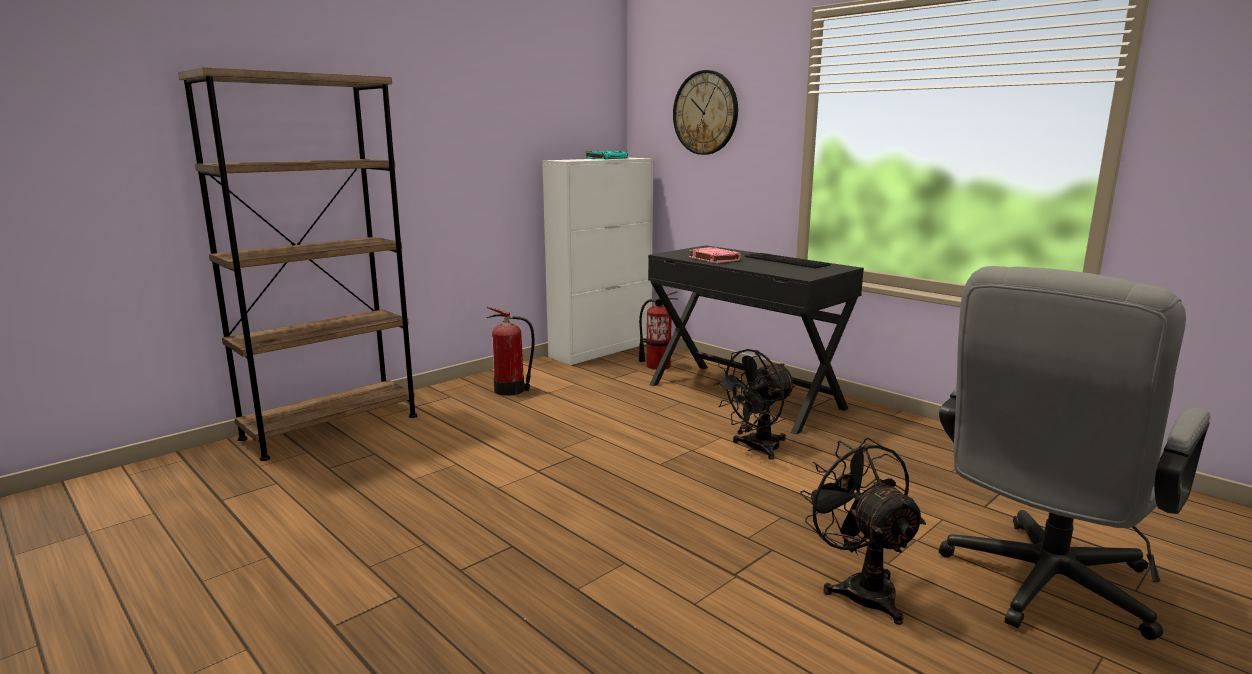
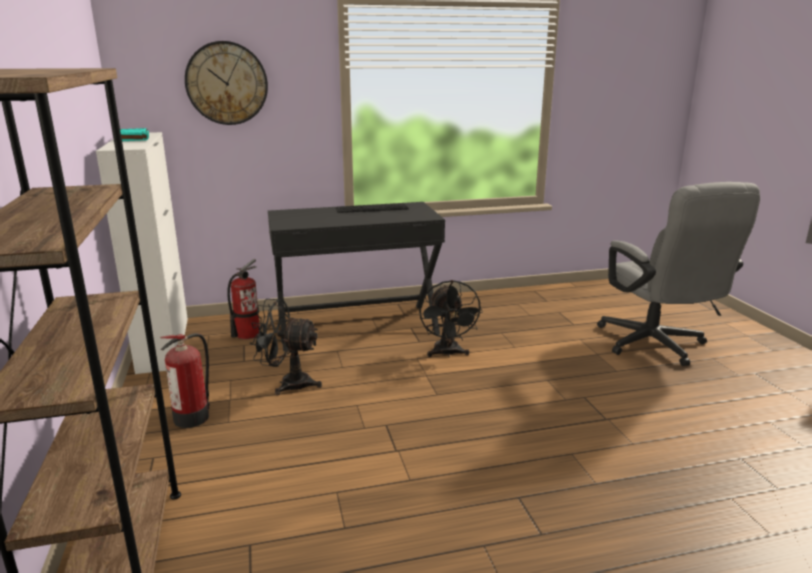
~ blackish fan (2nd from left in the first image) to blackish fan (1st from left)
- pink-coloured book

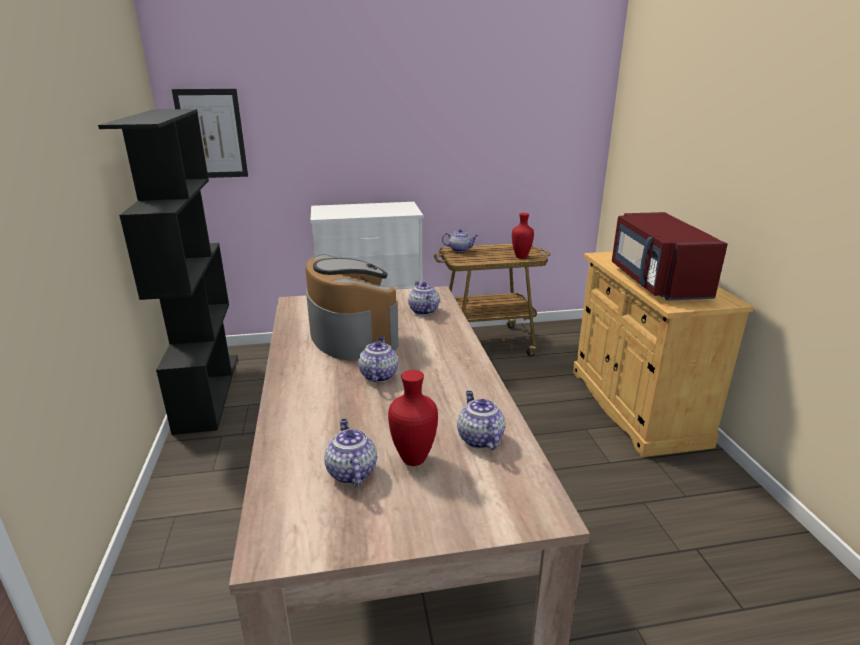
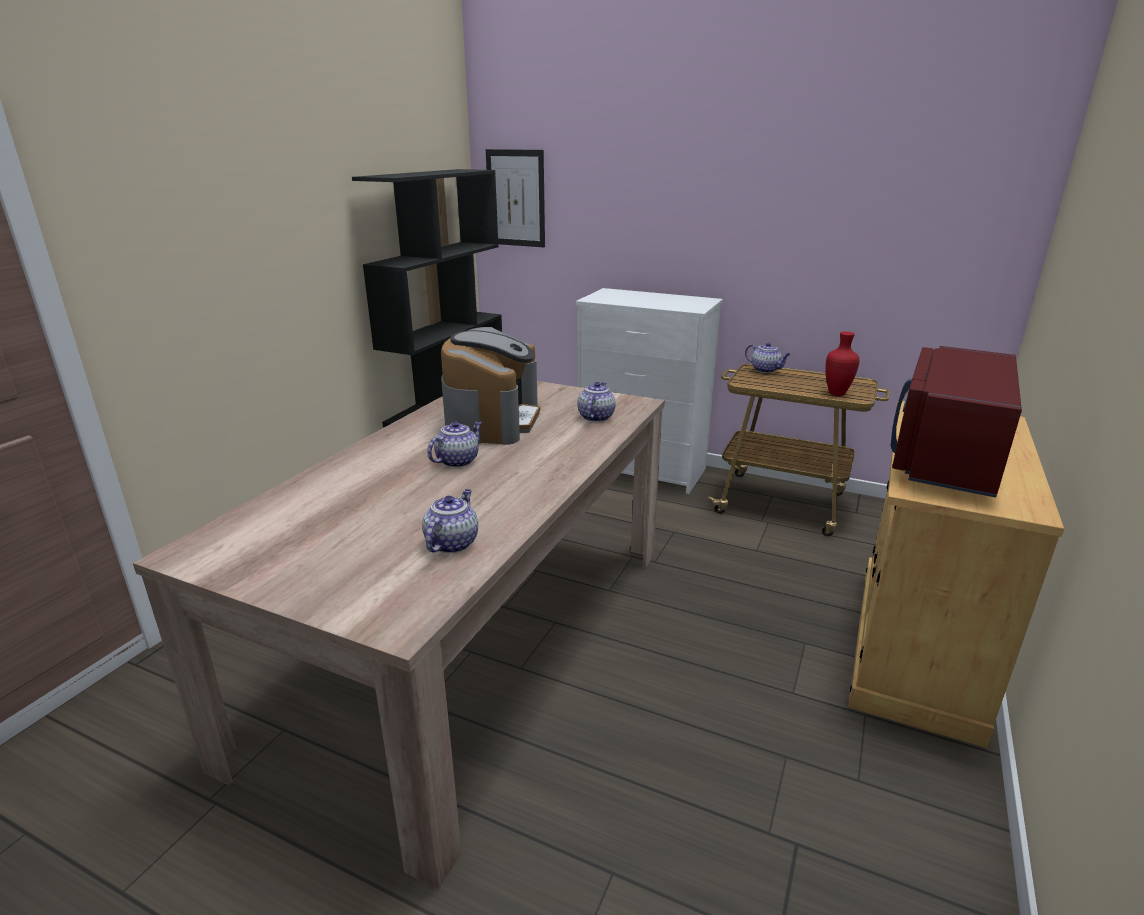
- tea pot (1st from left)
- red-coloured vase (1st from left)

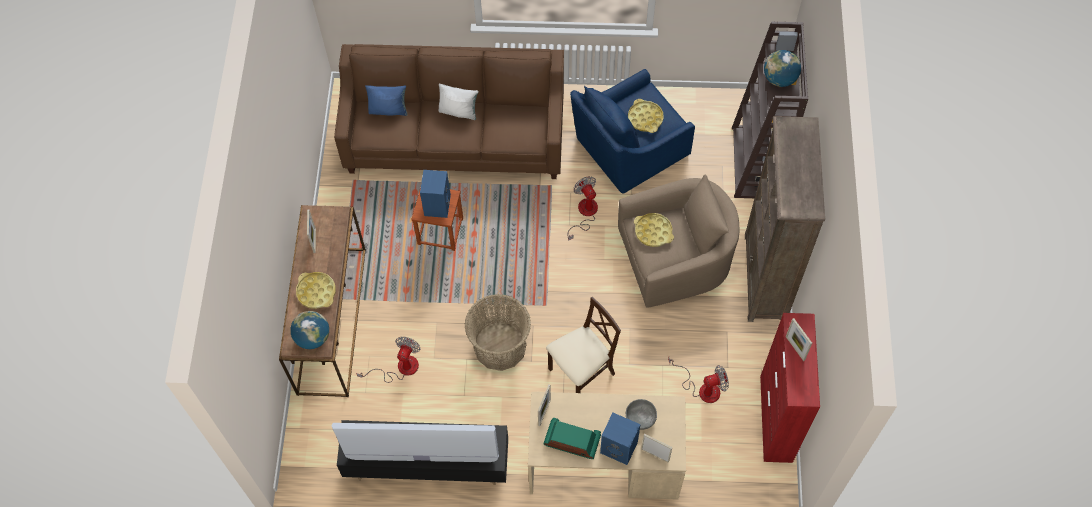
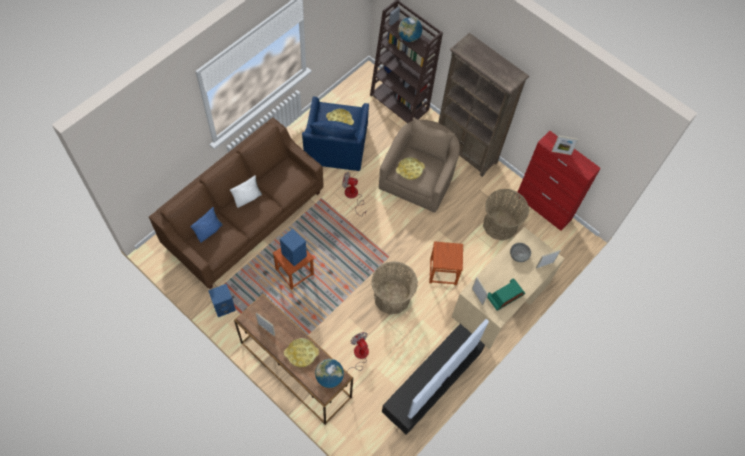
~ blue audio speaker (2nd from left in the first image) to blue audio speaker (1st from left)
~ beige-coloured upright chair to brown-coloured sitting stool (2nd from left)
~ fan (3rd from left) to household basket (2nd from left)

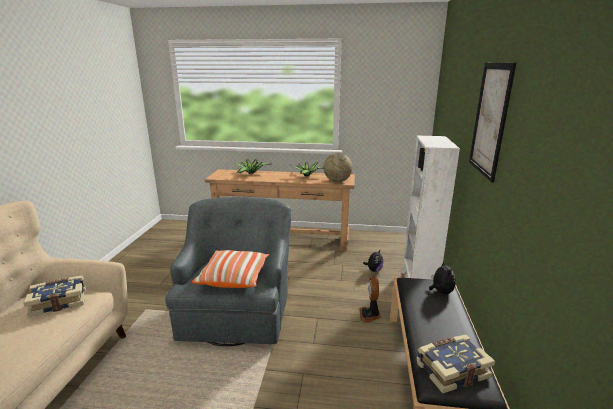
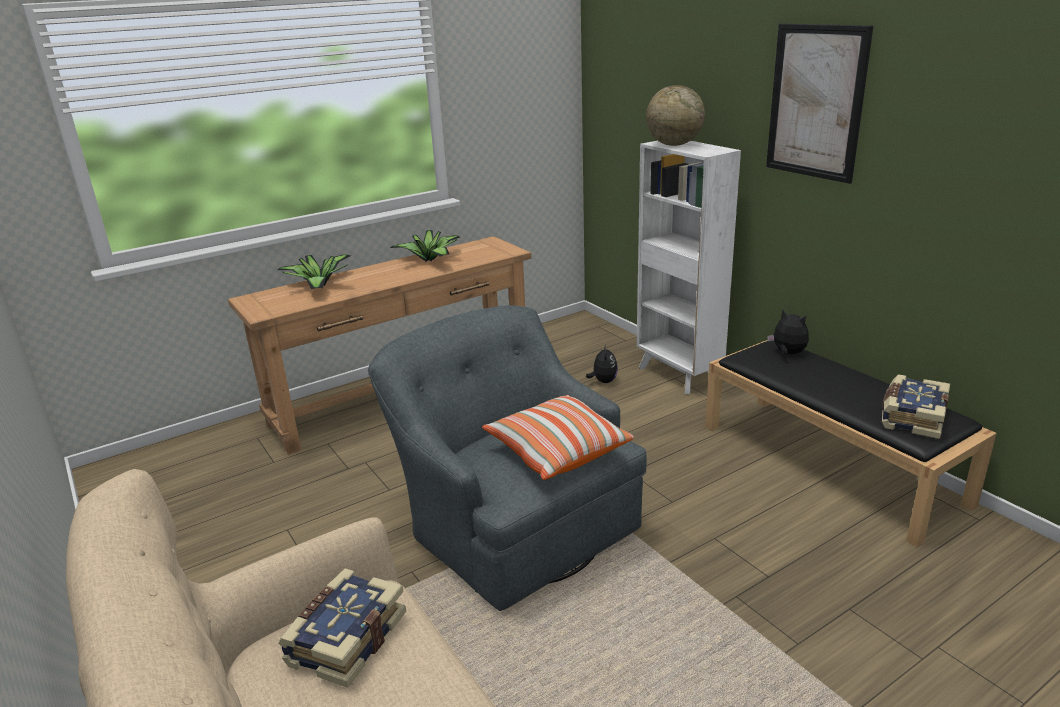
~ globe
- fan

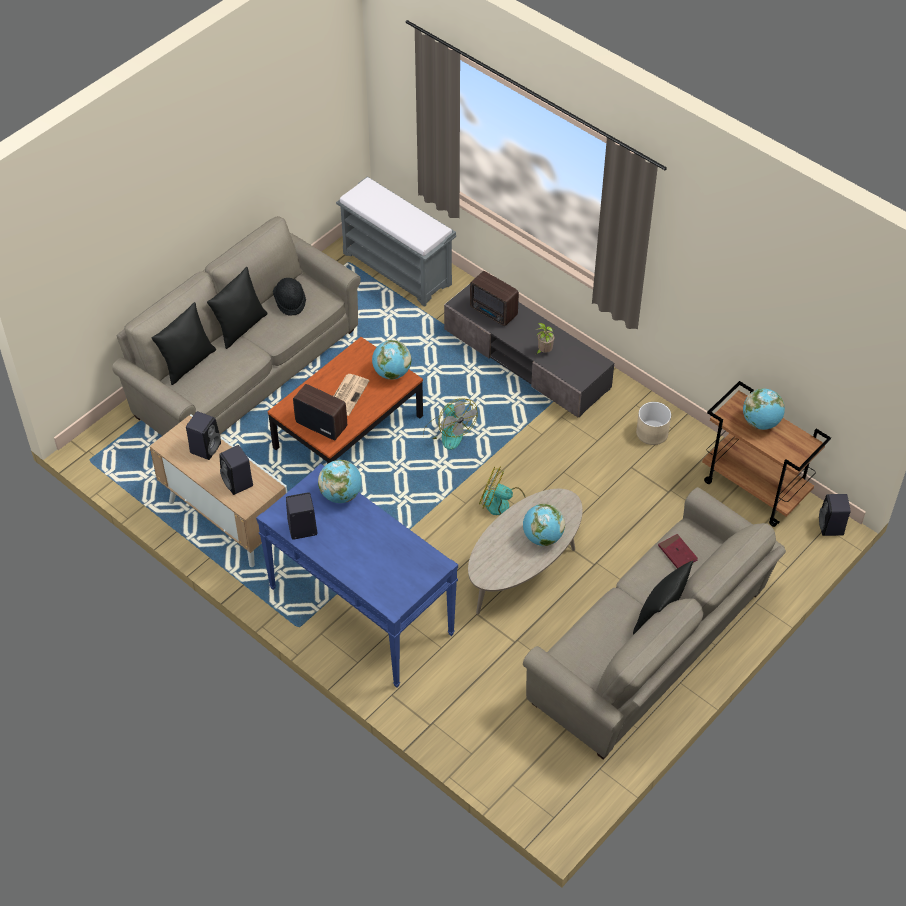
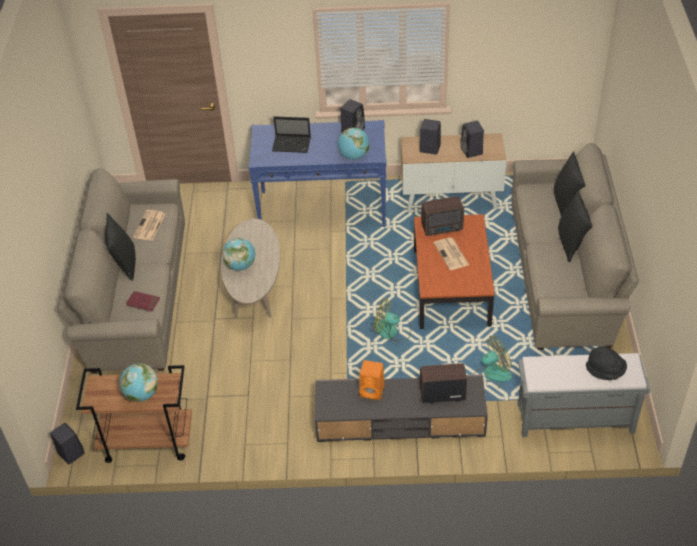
+ daily paper (1st from left)
+ notebook computer
~ potted plant to orange audio speaker
~ fan (2nd from left)
~ blackish wearable hat
- globe (2nd from left)
- beige-coloured planter

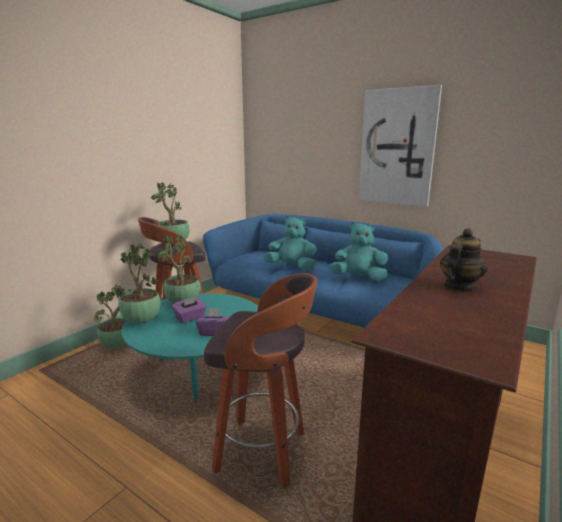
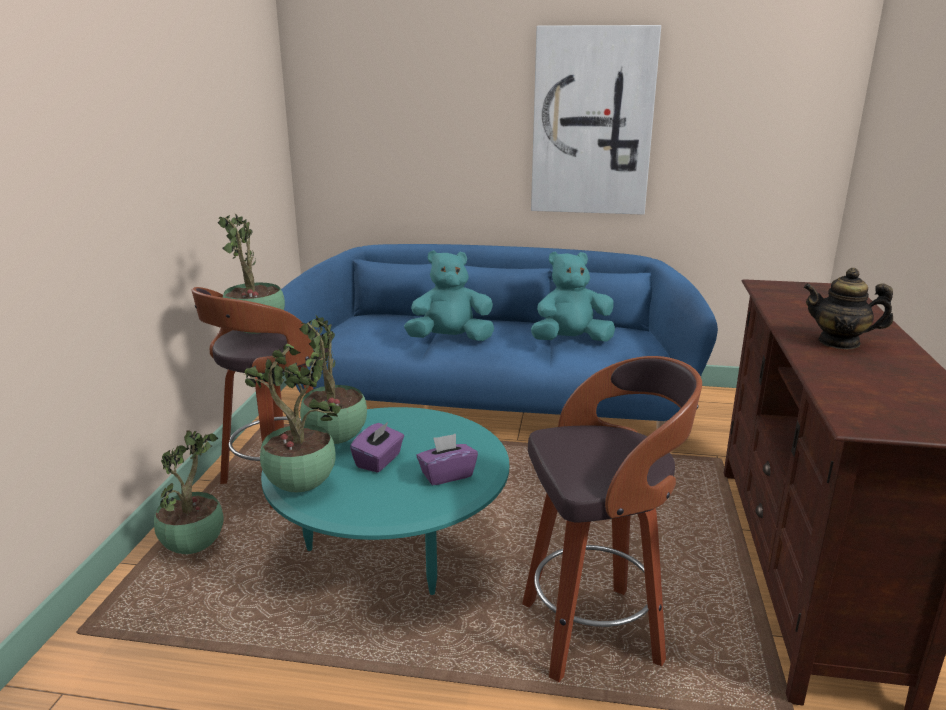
~ tea pot 90 degrees counterclockwise

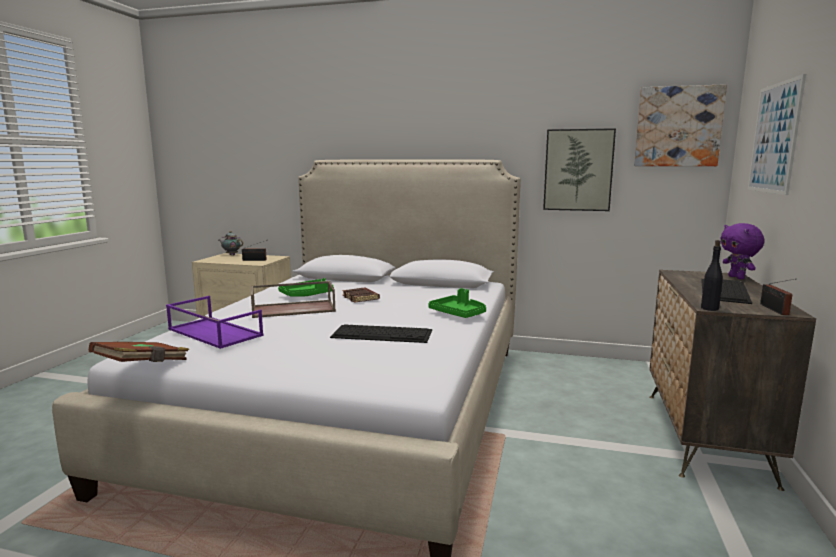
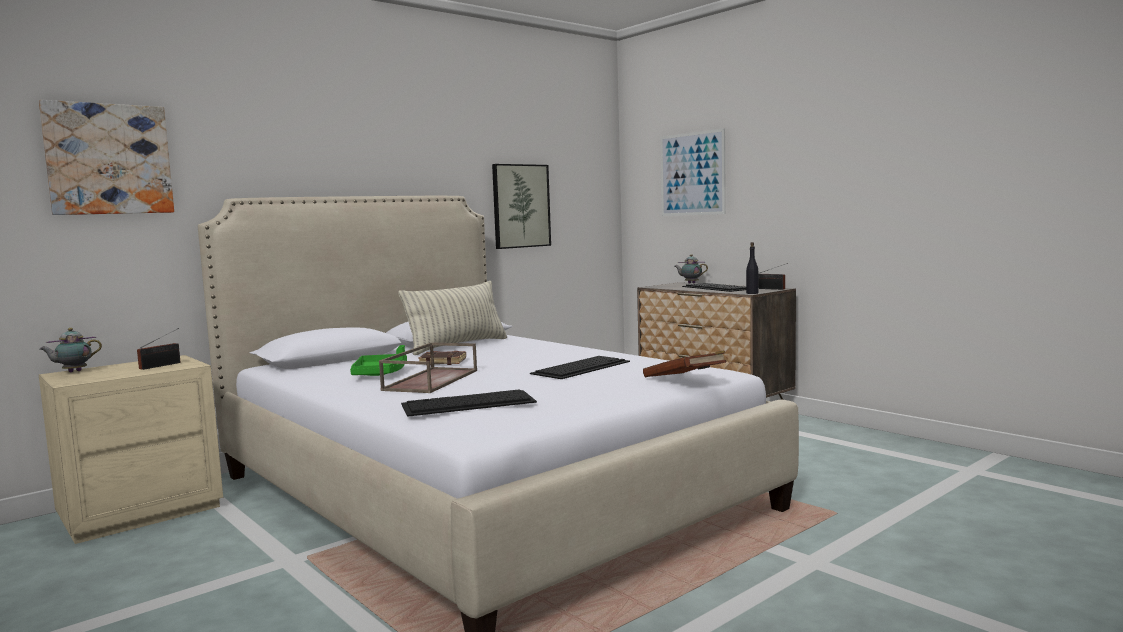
~ wall picture (2nd from left in the first image) to wall picture (1st from left)
+ cushion
~ purple-coloured tray to keyboard (1st from left)
~ brown-coloured book (1st from left in the first image) to brown-coloured book (2nd from left)
~ purple-coloured plush toy to tea pot (2nd from left)
- green tray (2nd from left)

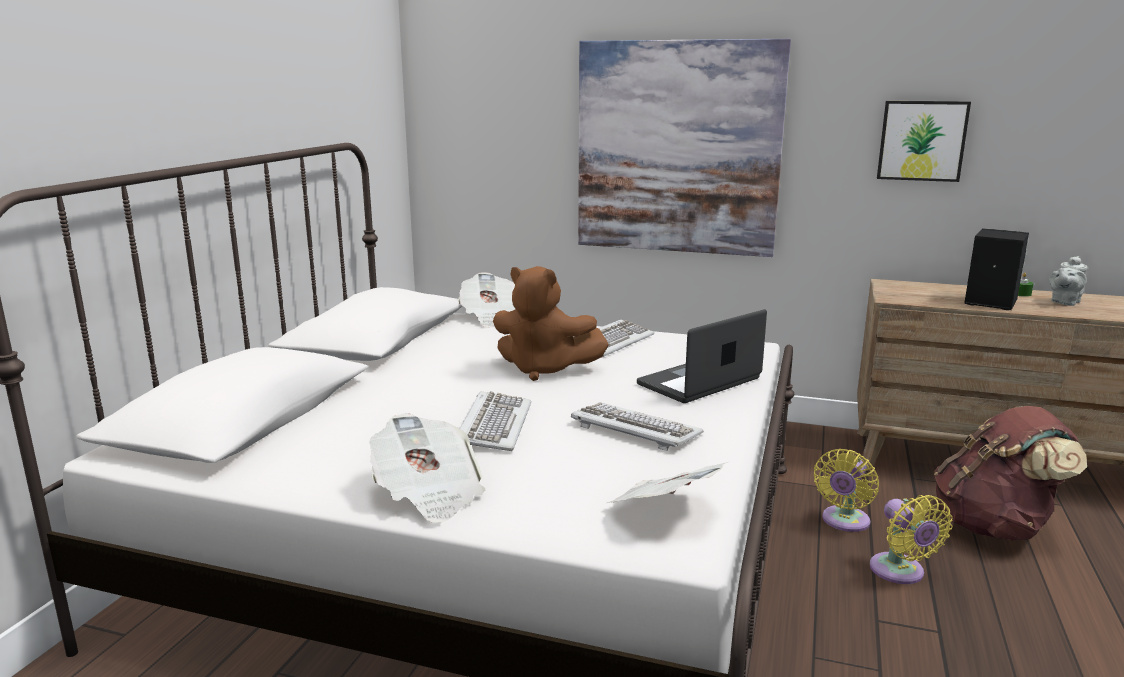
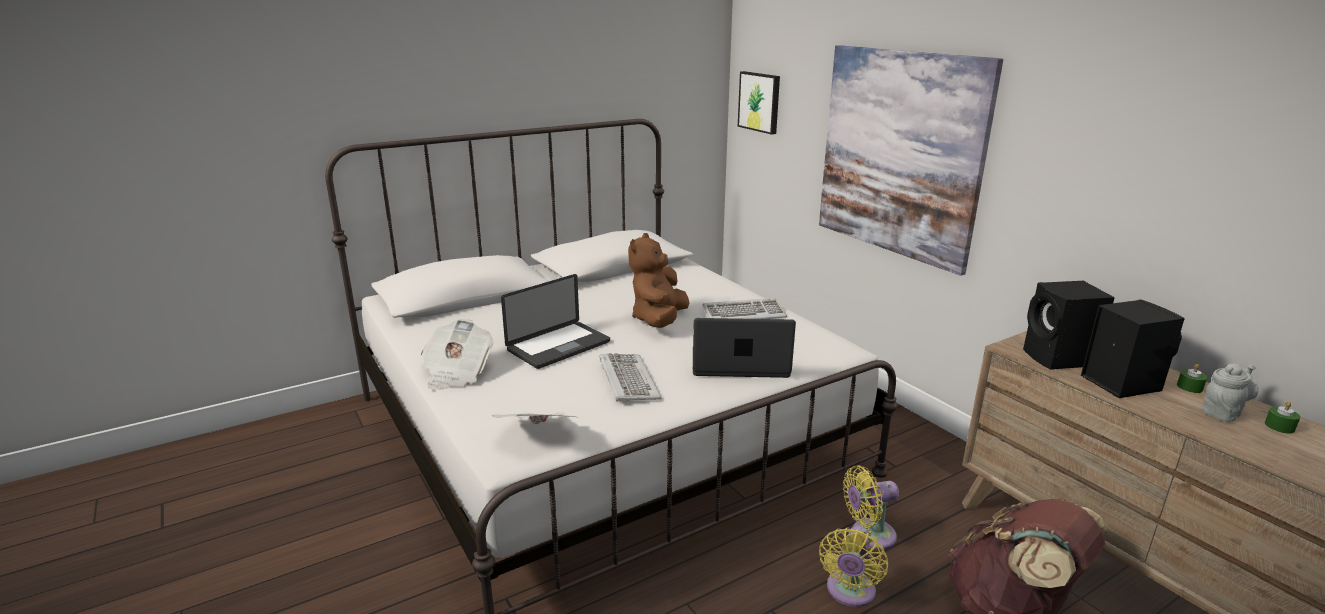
~ keyboard (1st from left) to notebook computer (1st from left)
~ brown-coloured plush toy 45 degrees clockwise
~ wall picture (2nd from left in the first image) to wall picture (1st from left)
+ blackish audio speaker (1st from left)
~ greyish tea pot 150 degrees clockwise
+ green wax light (2nd from left)
- daily paper (2nd from left)

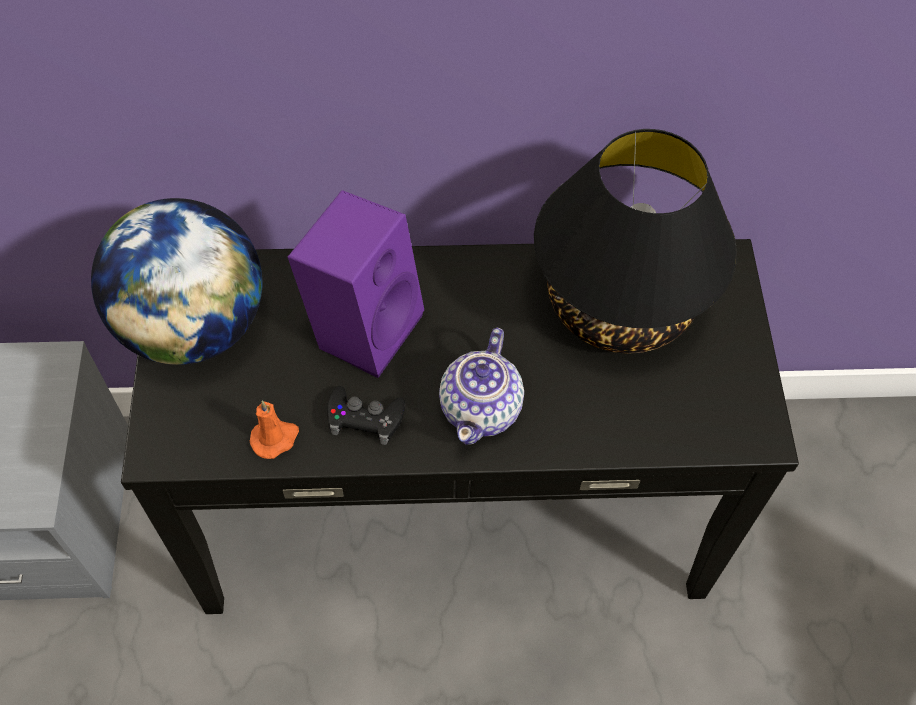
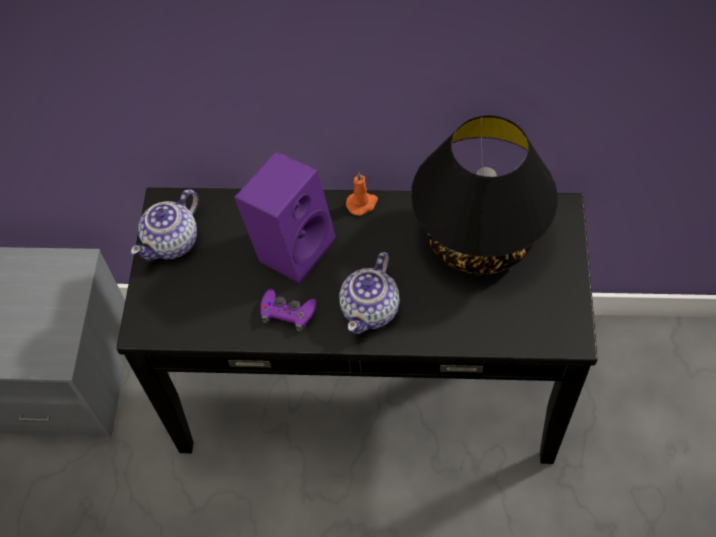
~ globe to tea pot (1st from left)
~ blackish joypad to purple-coloured joypad
~ orange wax light

